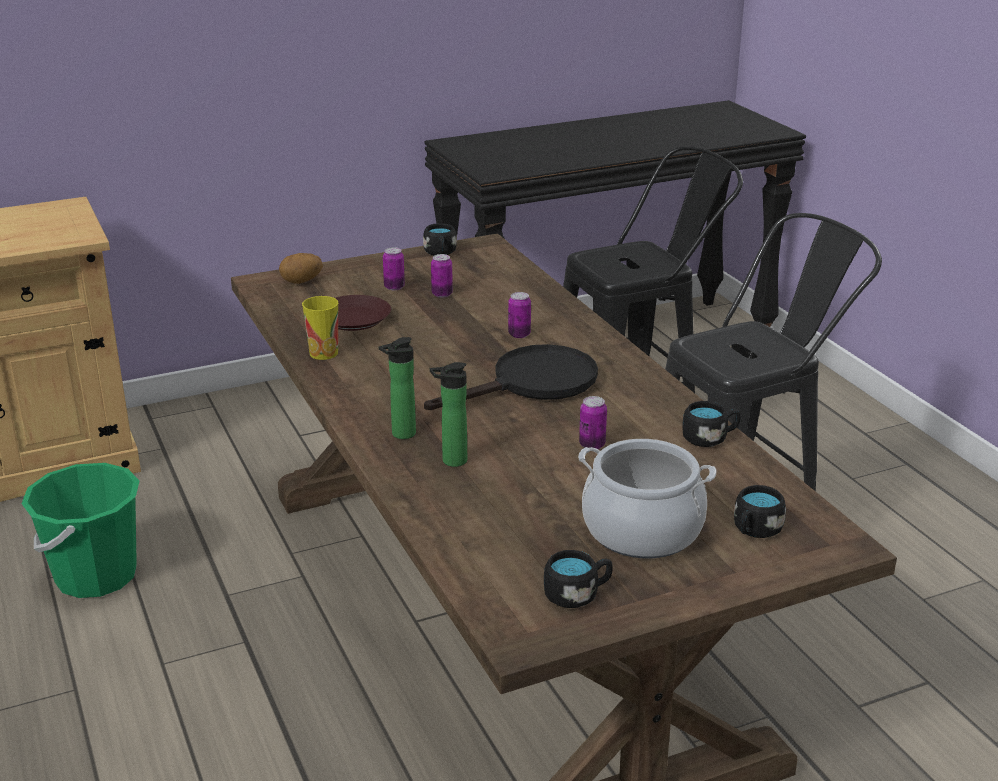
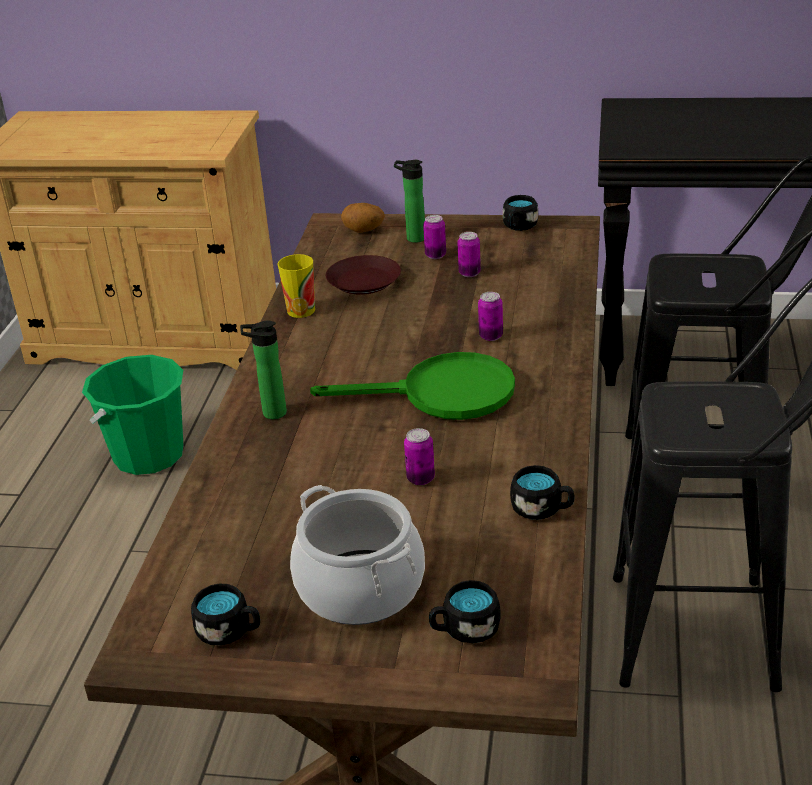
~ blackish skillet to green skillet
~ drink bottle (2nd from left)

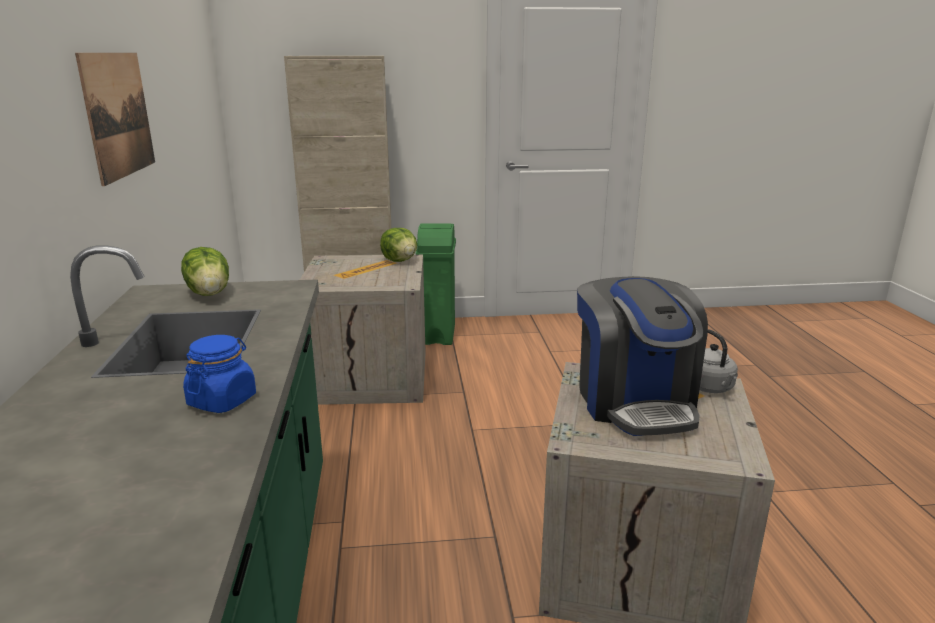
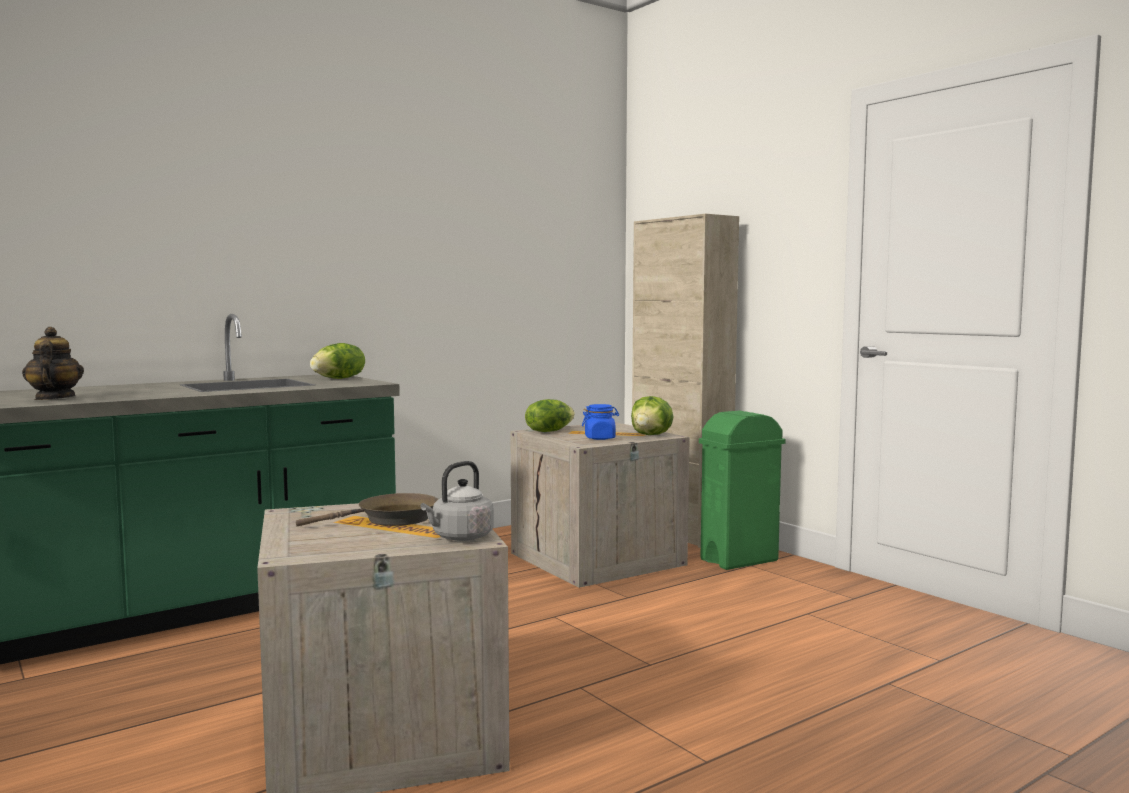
+ tea pot
~ coffee machine to brown-coloured skillet
+ lettuce head (2nd from left)
~ blue preserve jar
- wall picture

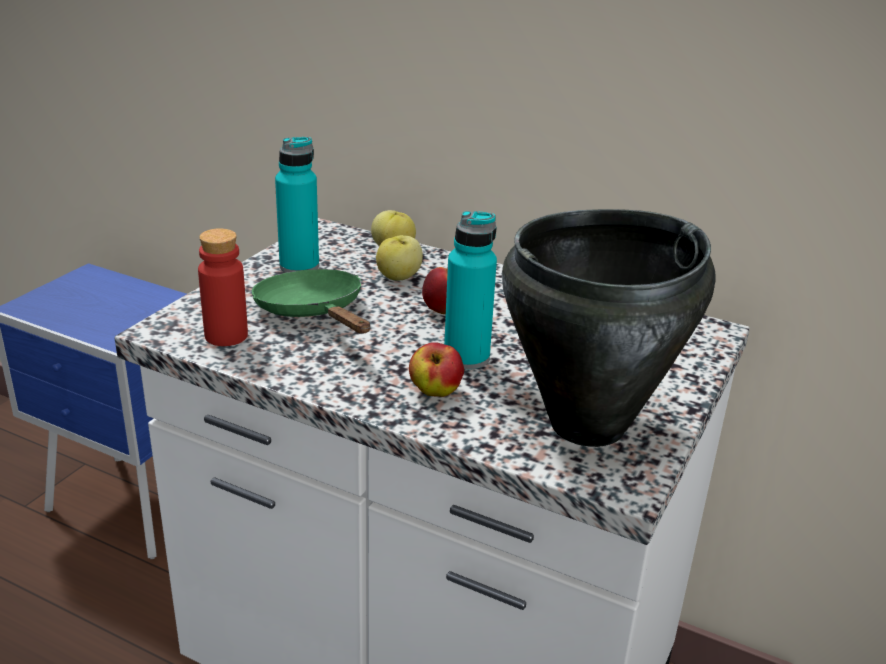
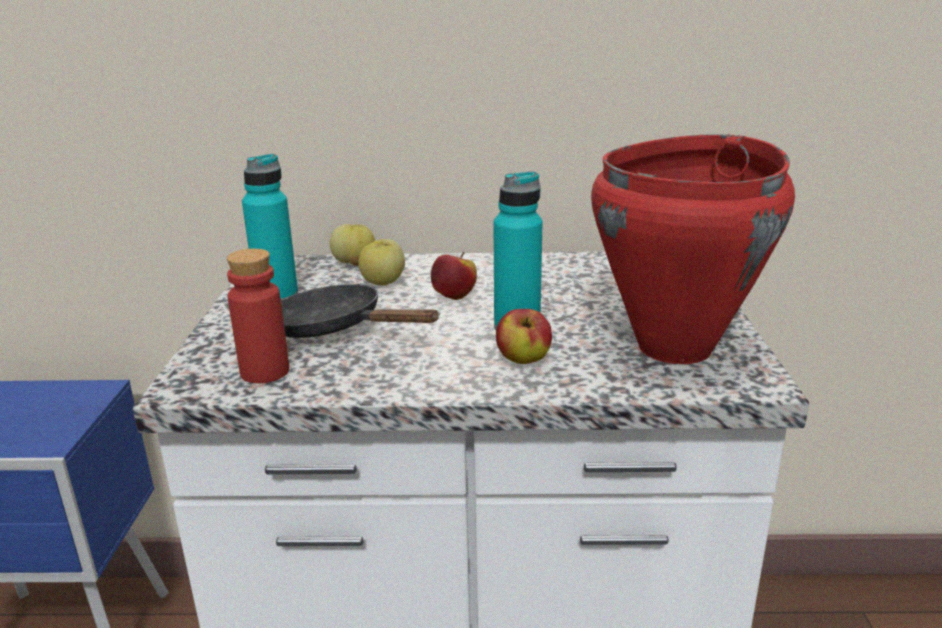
~ green skillet to blackish skillet
~ blackish cooking pot to red-coloured cooking pot

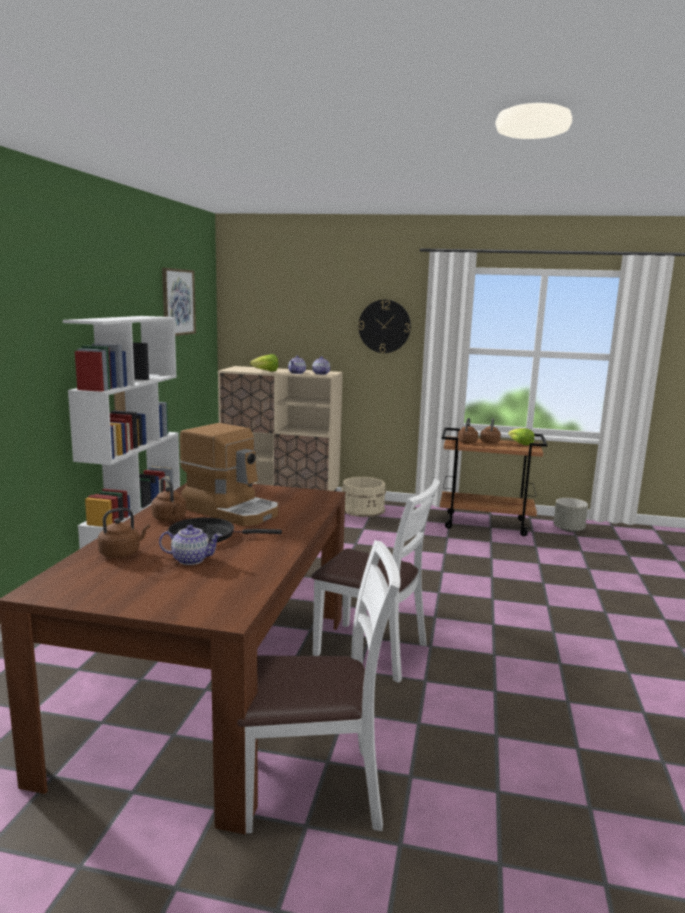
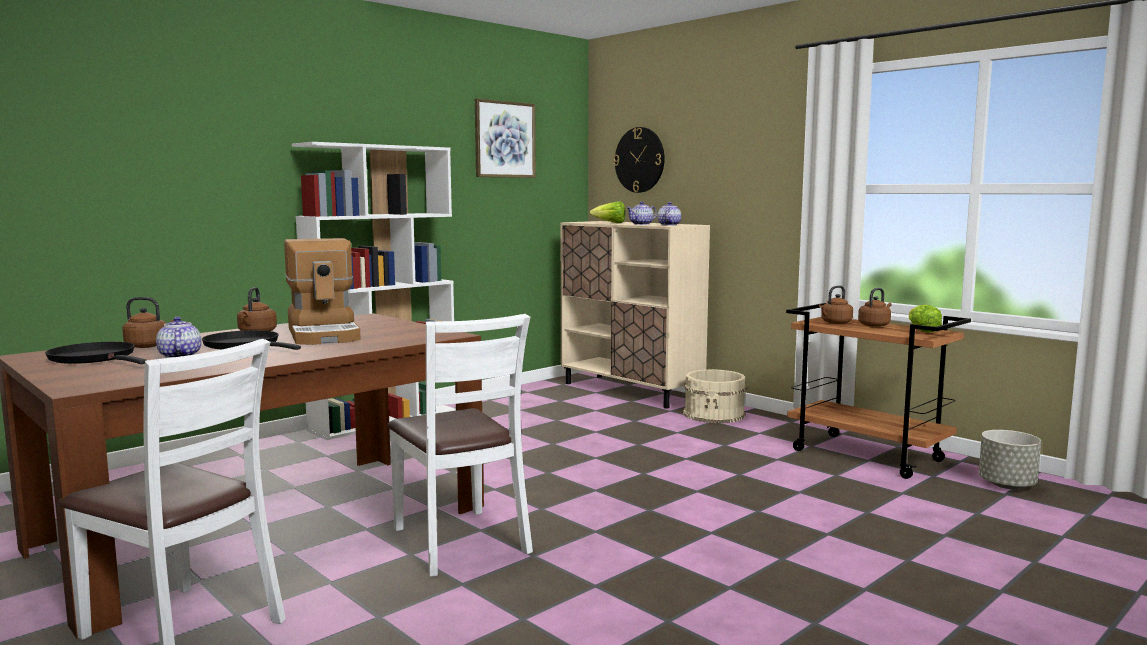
+ blackish skillet (1st from left)
~ tea pot (1st from left) 150 degrees counterclockwise
~ wall clock

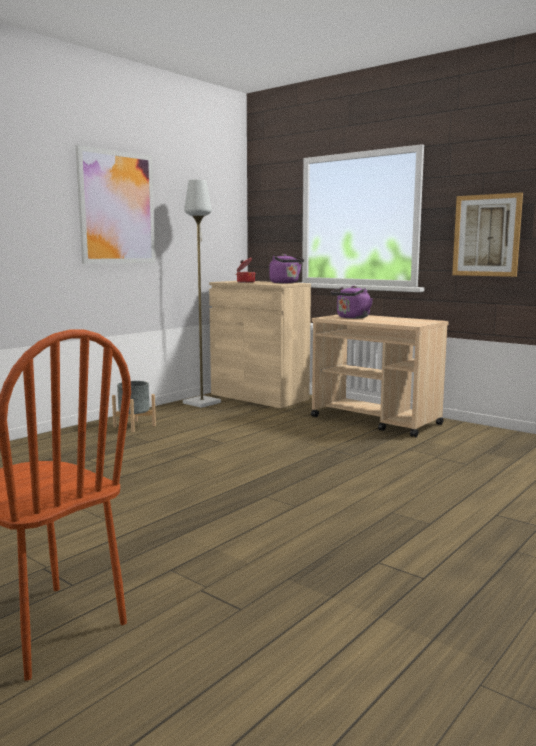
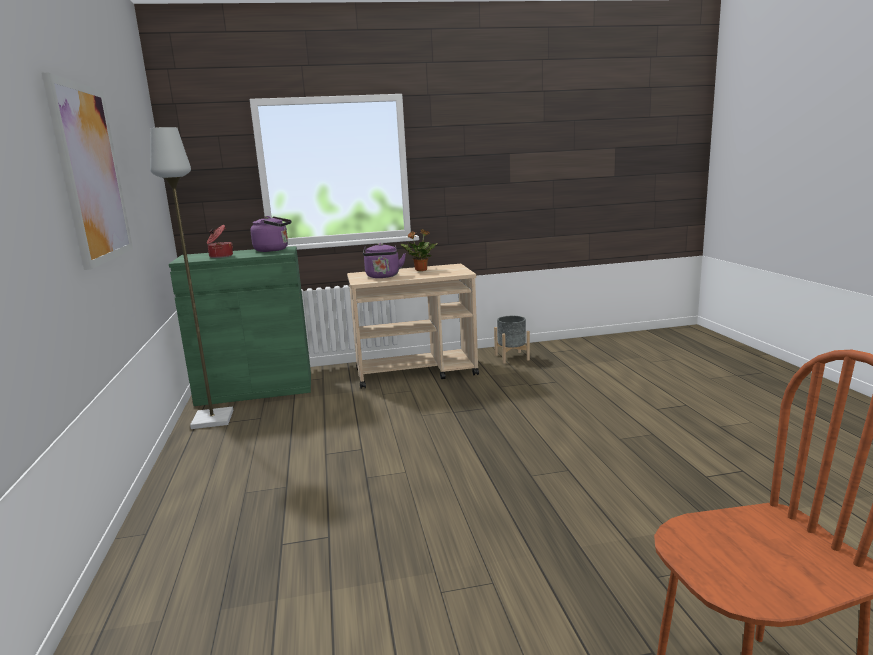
~ beige-coloured cabinet to green cabinet
+ potted plant
~ greyish planter
- wall picture (2nd from left)

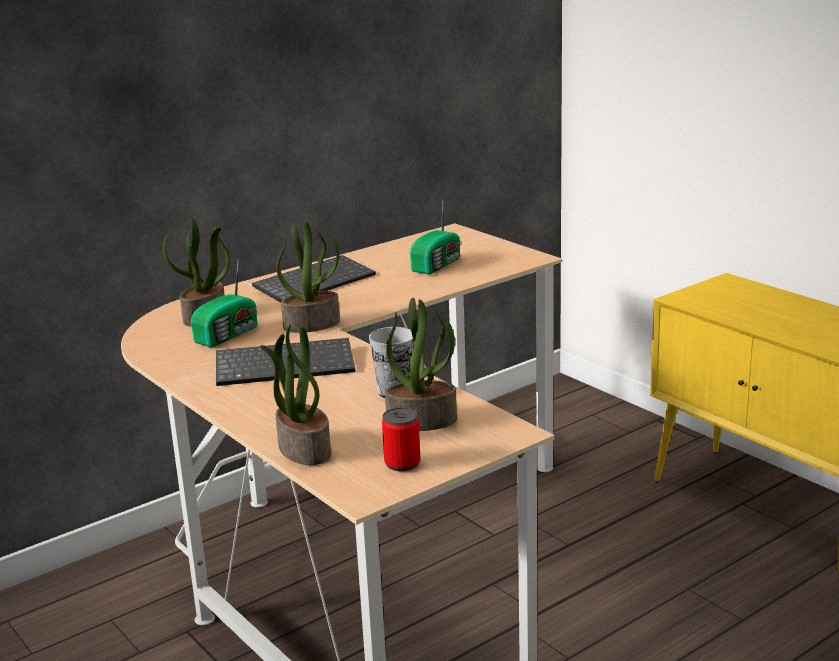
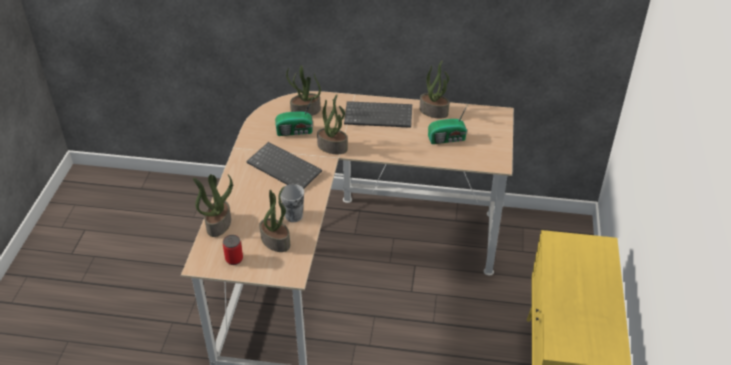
+ potted plant (5th from left)

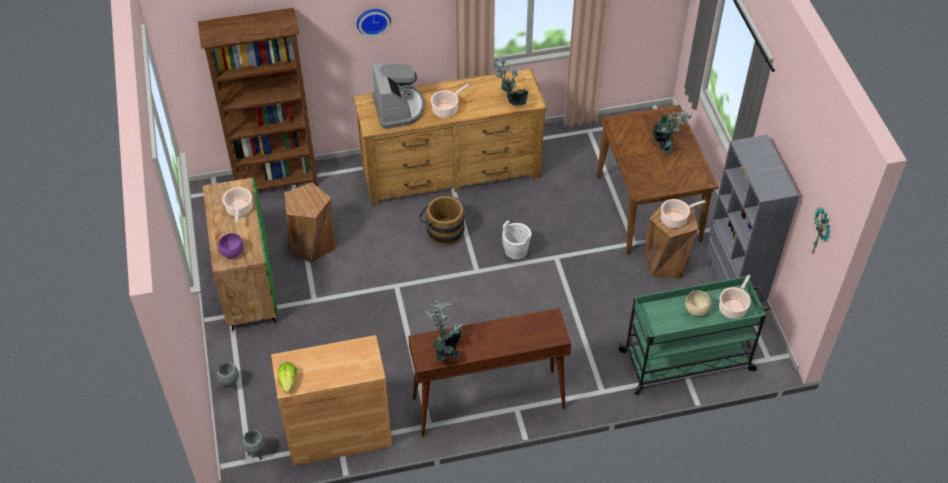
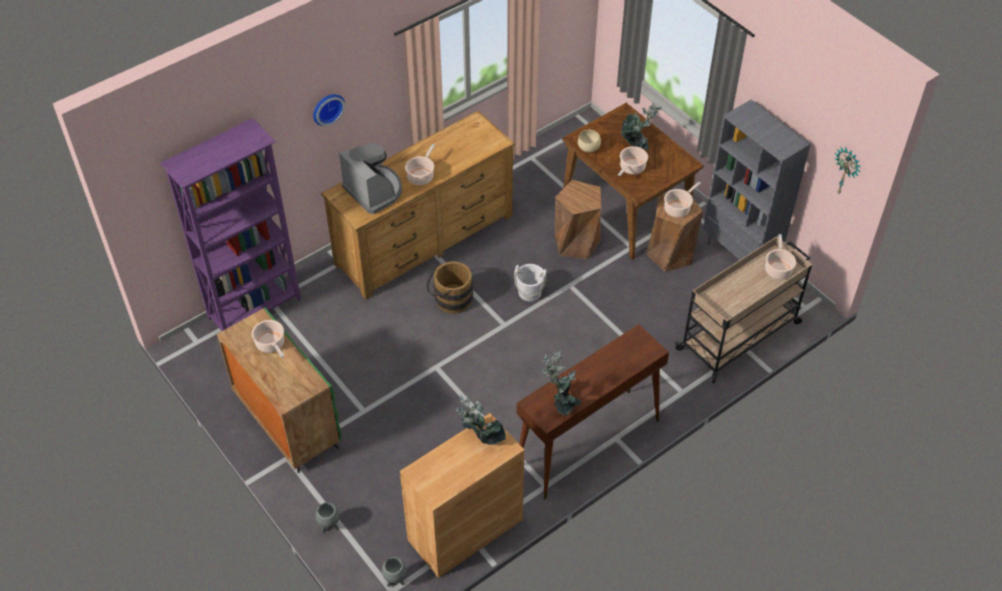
~ brown-coloured bookcase to purple-coloured bookcase
~ potted plant (2nd from left in the first image) to potted plant (1st from left)
~ brown-coloured sitting stool (1st from left)
~ beige-coloured bowl
+ cooking pot (3rd from left)
~ green wheeled cart to beige-coloured wheeled cart
- purple-coloured bowl
- lettuce head

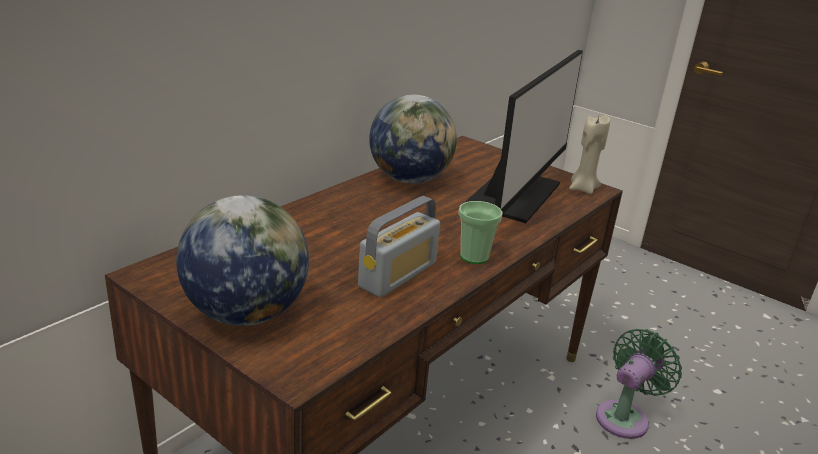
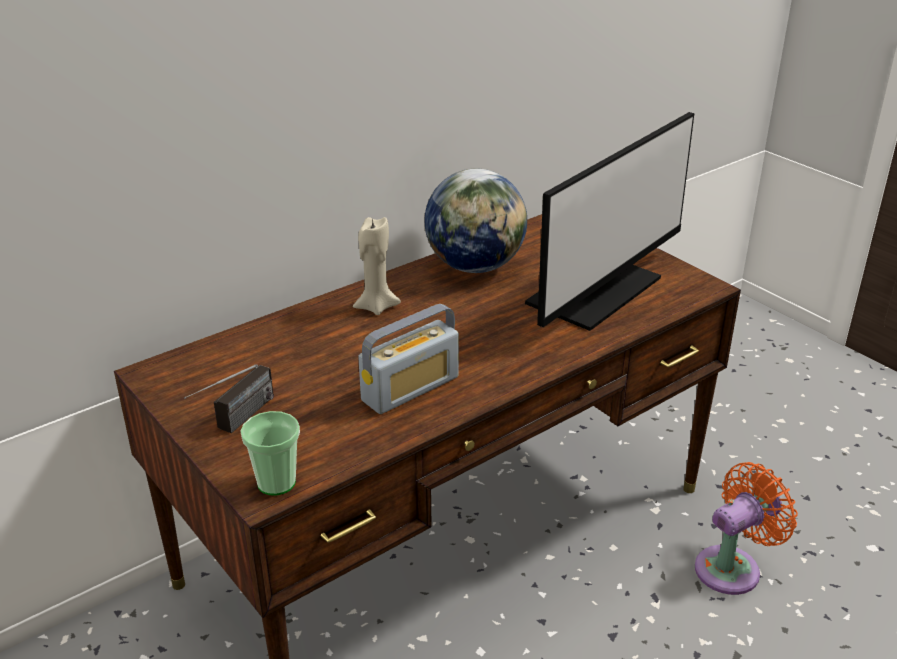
~ globe (1st from left) to radio (1st from left)
~ drinking cup
~ beige-coloured wax light
~ green fan to orange fan

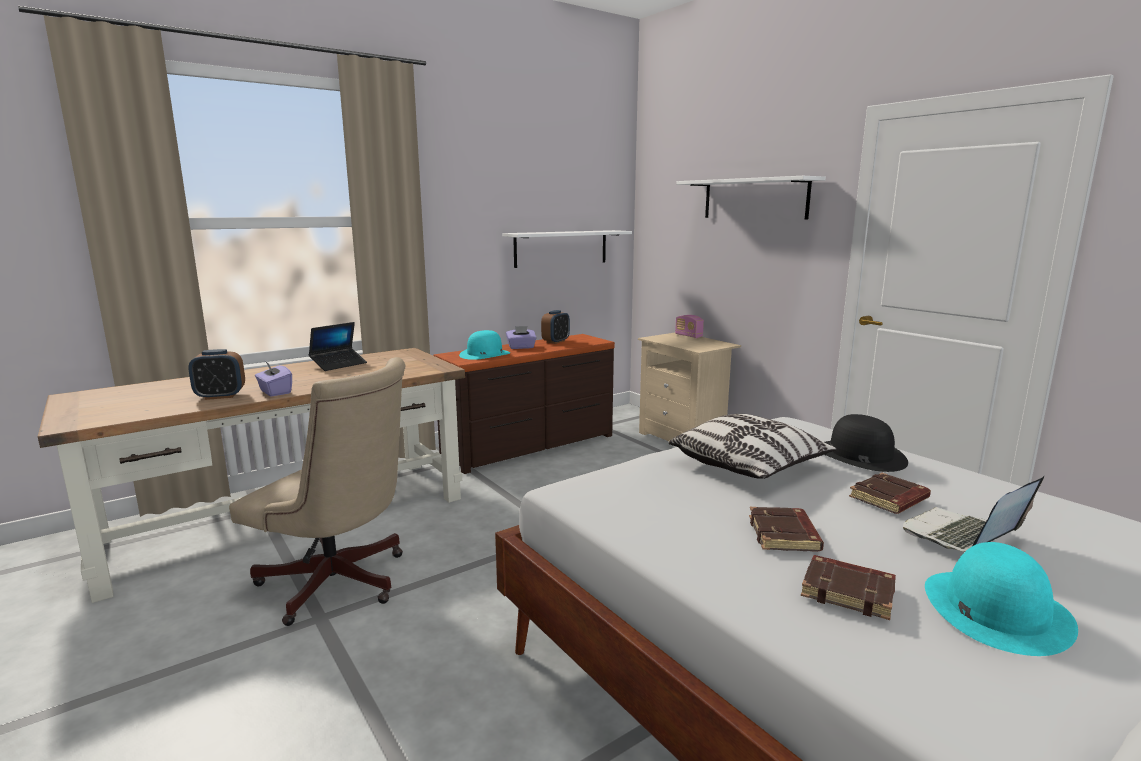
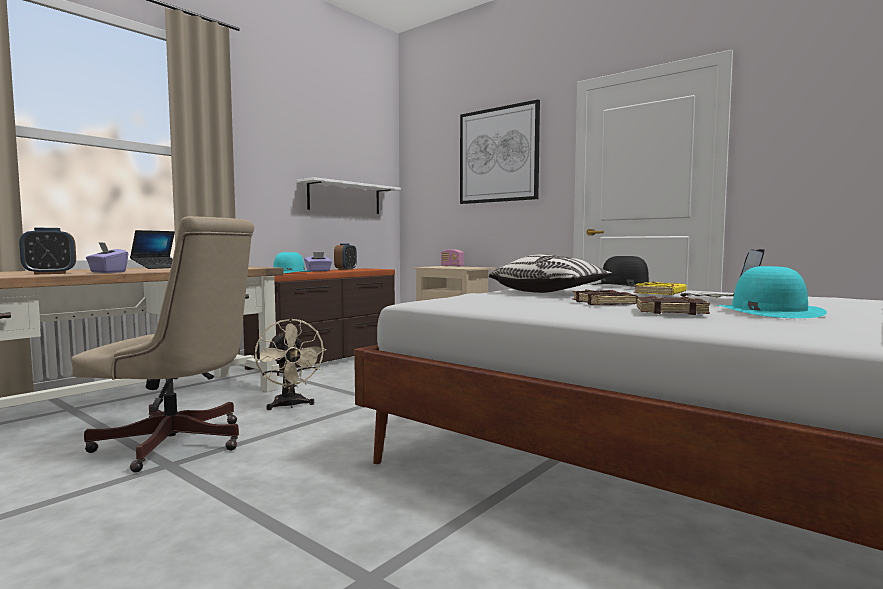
+ beige-coloured fan
~ white shelf (2nd from left) to wall picture
~ brown-coloured book (3rd from left) to yellow book

